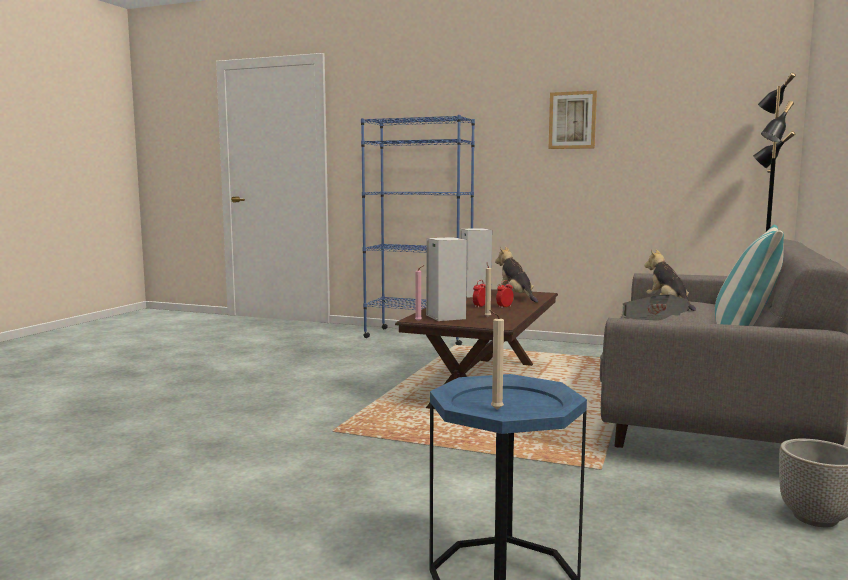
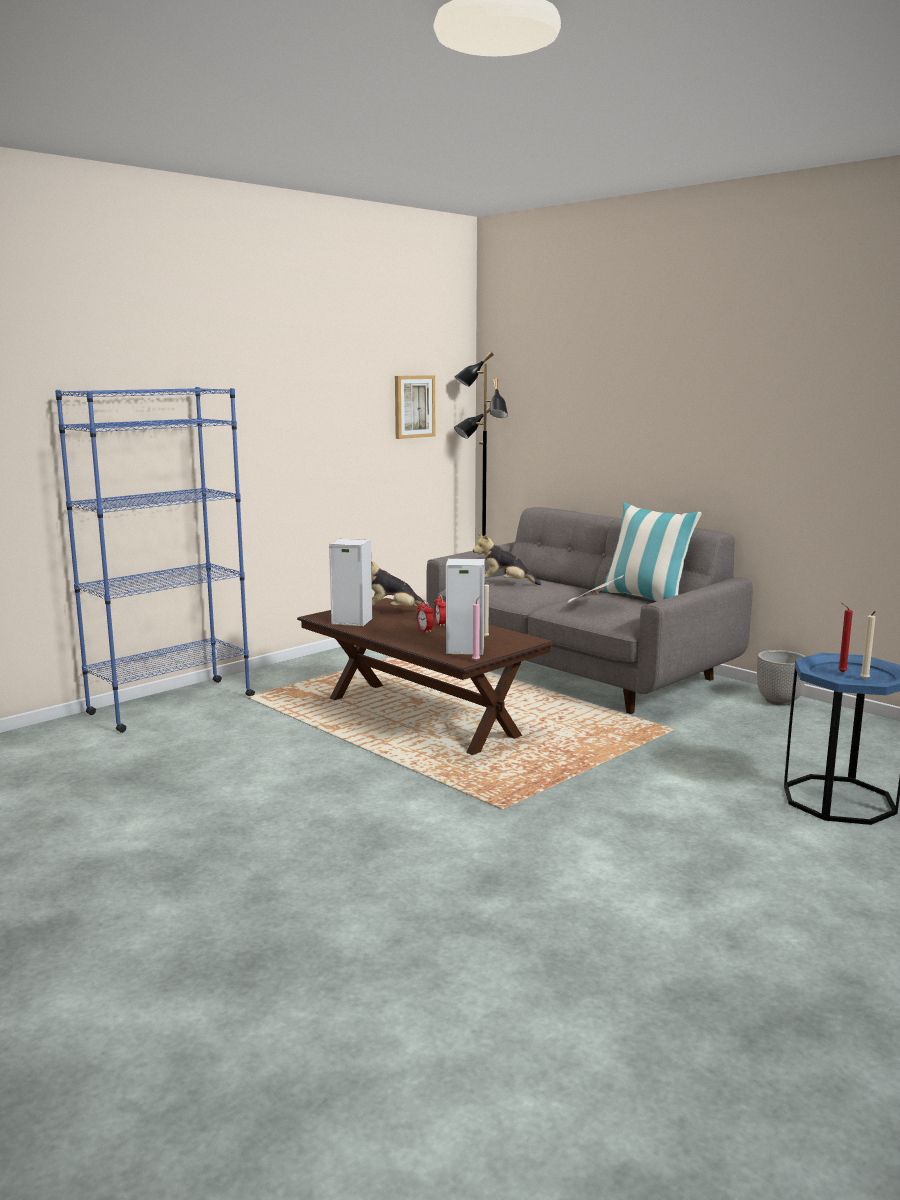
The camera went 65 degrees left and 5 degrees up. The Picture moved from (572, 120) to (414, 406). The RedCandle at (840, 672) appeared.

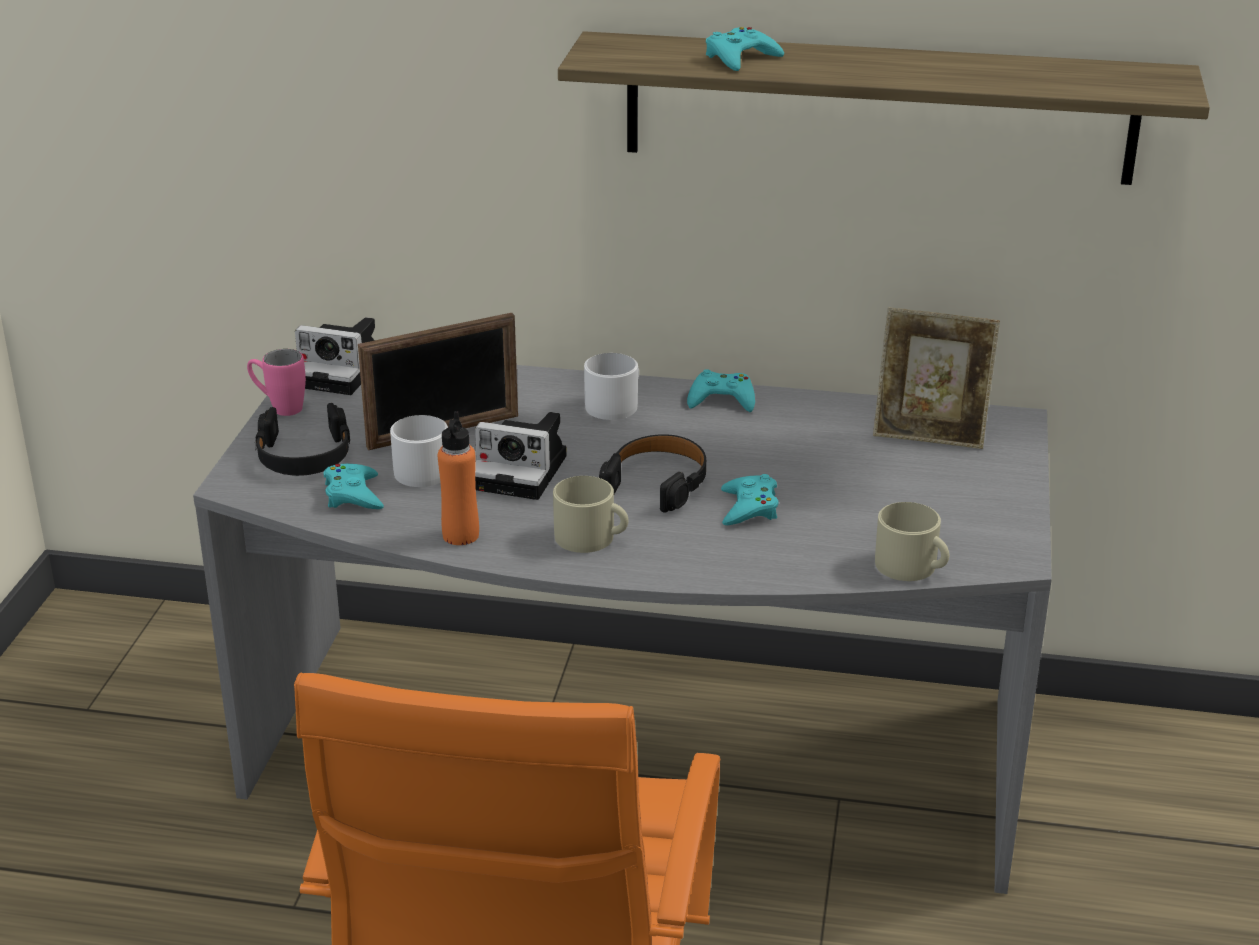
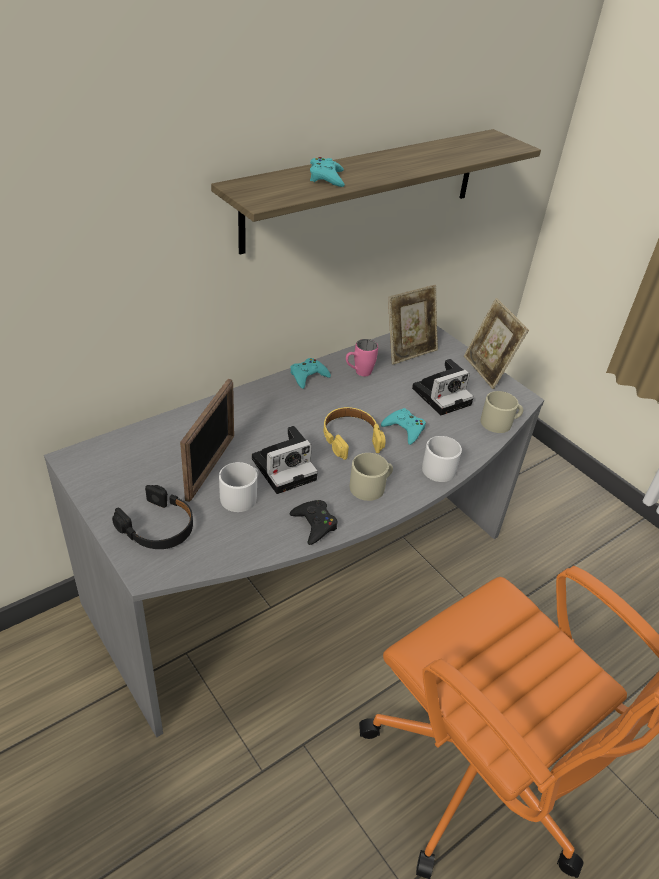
The camera went 50 degrees left and 10 degrees up. The PhotoCamera moved from (342, 372) to (442, 395). The PinkMug moved from (279, 407) to (358, 373). The WhiteMug moved from (616, 404) to (437, 467). The OrangeBottle at (460, 535) was replaced by the BlackGameController at (314, 524). The BlackHeadphones at (657, 482) became the YellowHeadphones at (350, 438). The TurquoiseGameController at (353, 494) disappeared. The PictureFrame at (487, 371) appeared.

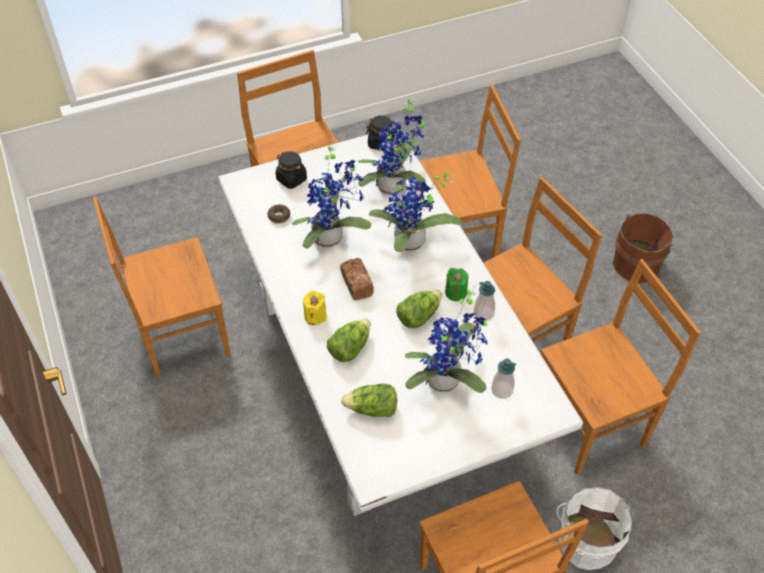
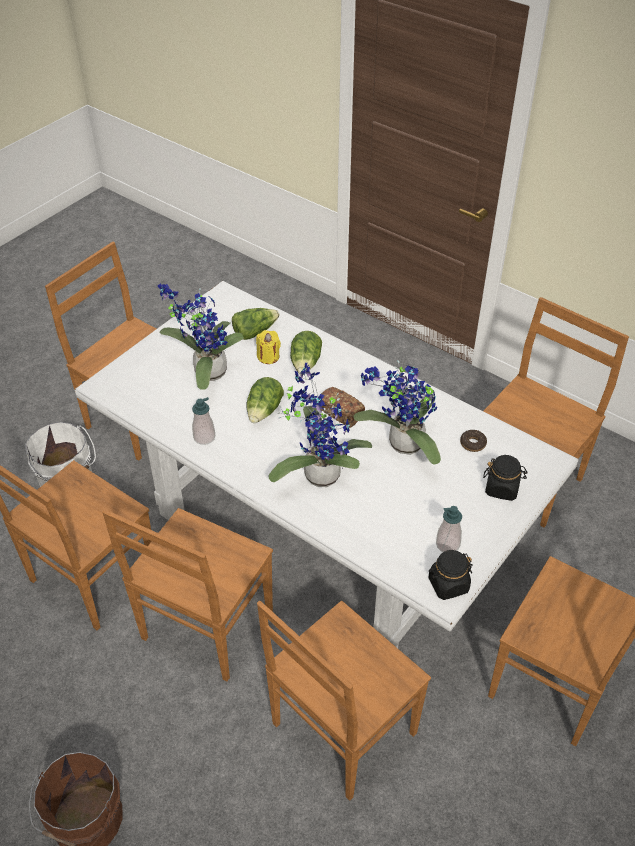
The camera went 150 degrees right and 5 degrees down. The PottedPlant at (395, 187) disappeared. The GreenCandle at (455, 292) disappeared. The YellowCandle moved from (315, 316) to (268, 357). The SoapDispenser moved from (502, 390) to (447, 544).

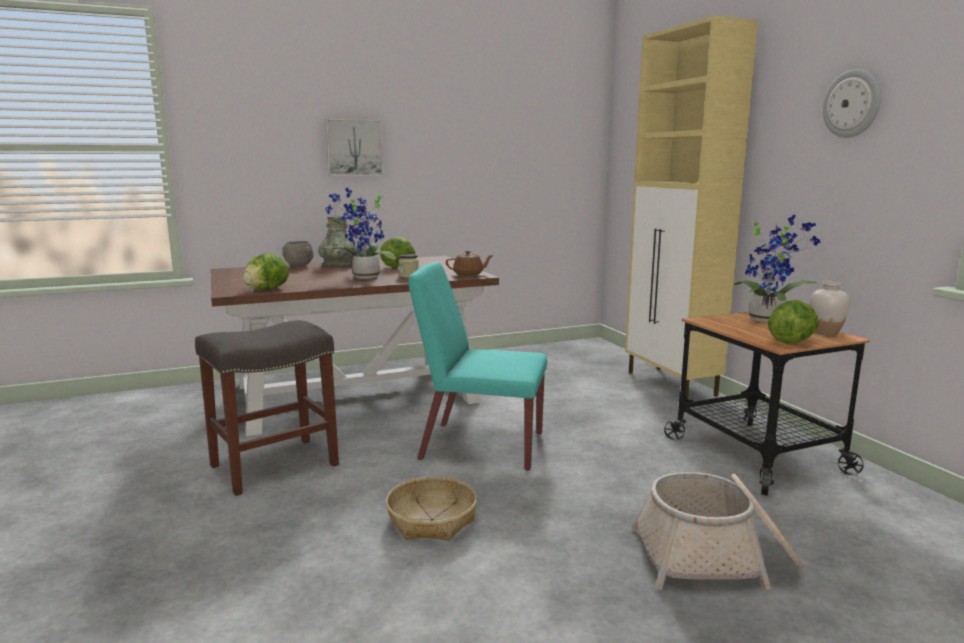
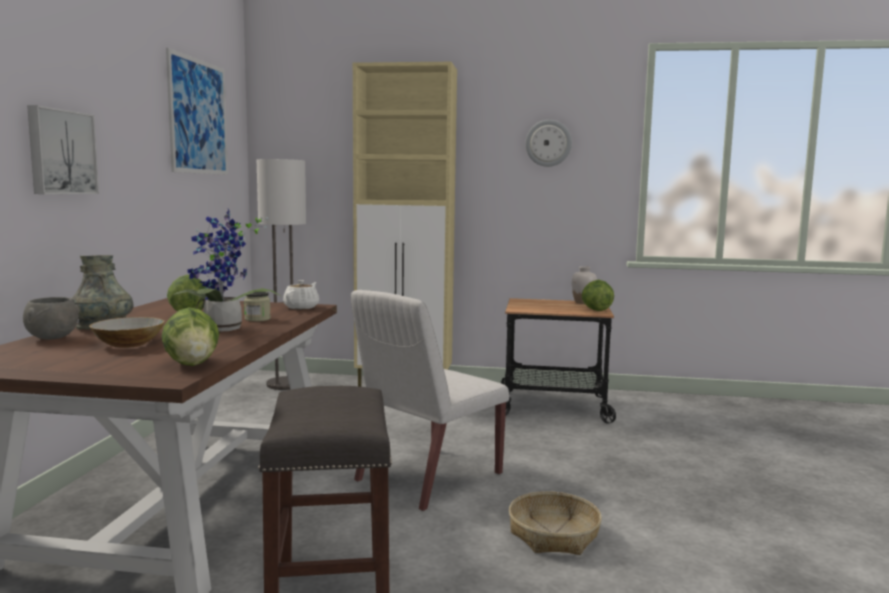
The camera went 60 degrees left and 5 degrees down. The PottedPlant at (768, 319) disappeared. The BrownTeapot at (469, 274) became the WhiteTeapot at (302, 307). The TurquoiseChair at (480, 446) became the WhiteChair at (428, 478). The Basket at (715, 558) disappeared. The Picture at (198, 117) appeared. The FloorLamp at (285, 384) appeared. The Bowl at (128, 344) appeared.

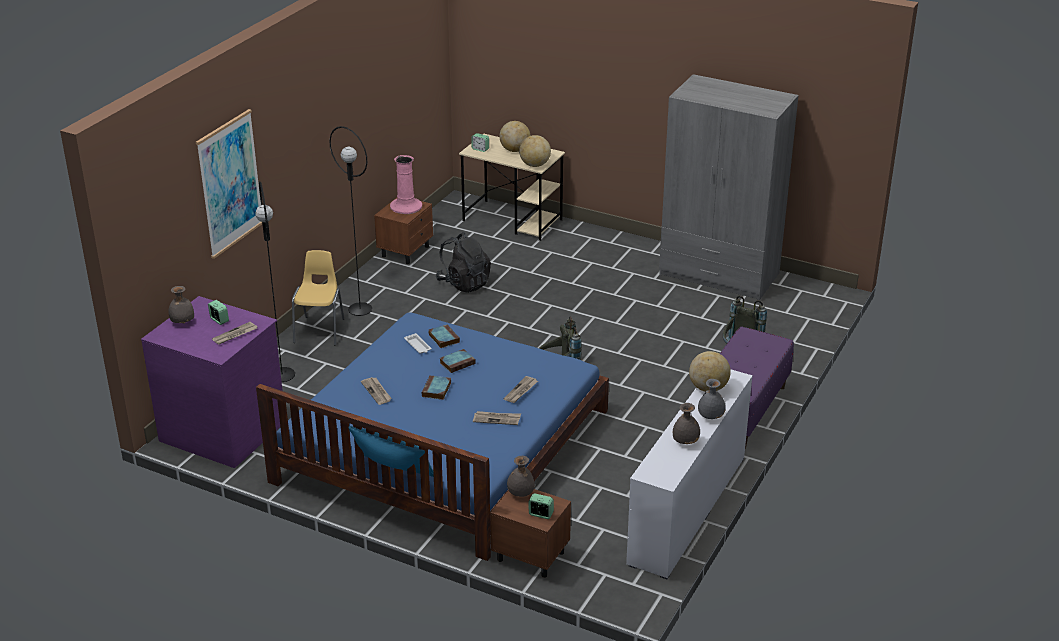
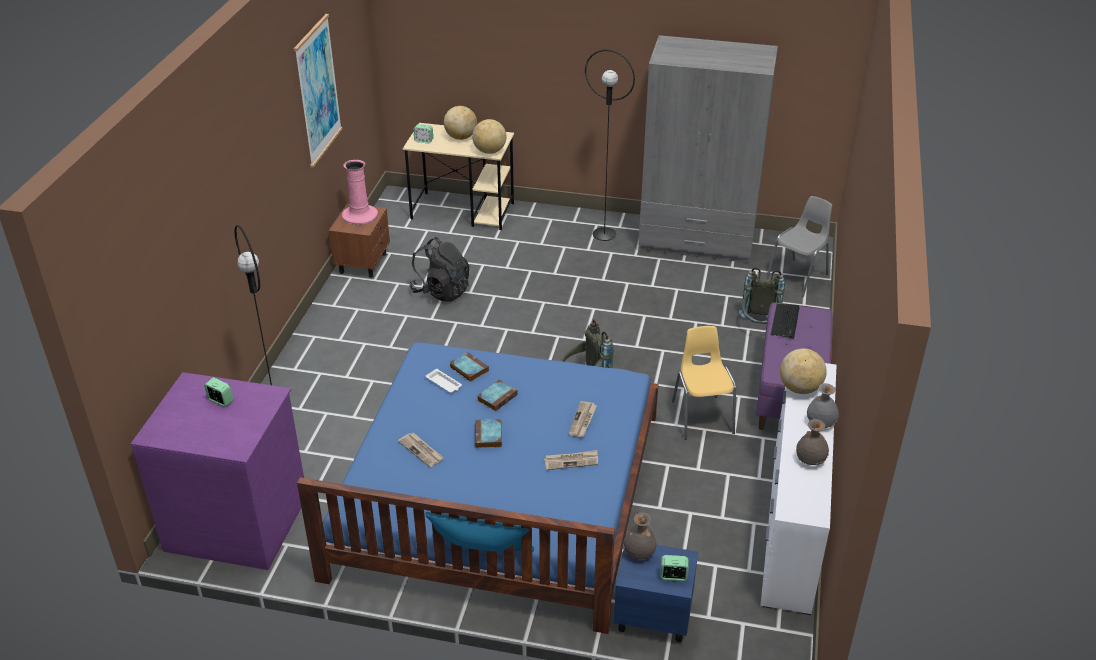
The camera went 15 degrees left and 5 degrees up. The Picture moved from (230, 183) to (317, 90). The BlackFloorLamp moved from (359, 309) to (604, 234). The YellowChair moved from (320, 330) to (702, 417). The GreyVase at (182, 322) disappeared. The Newspaper at (235, 335) disappeared. The BrownNightstand at (530, 556) became the BlueNightstand at (652, 617). The GreyChair at (798, 277) appeared. The Keyboard at (785, 321) appeared.

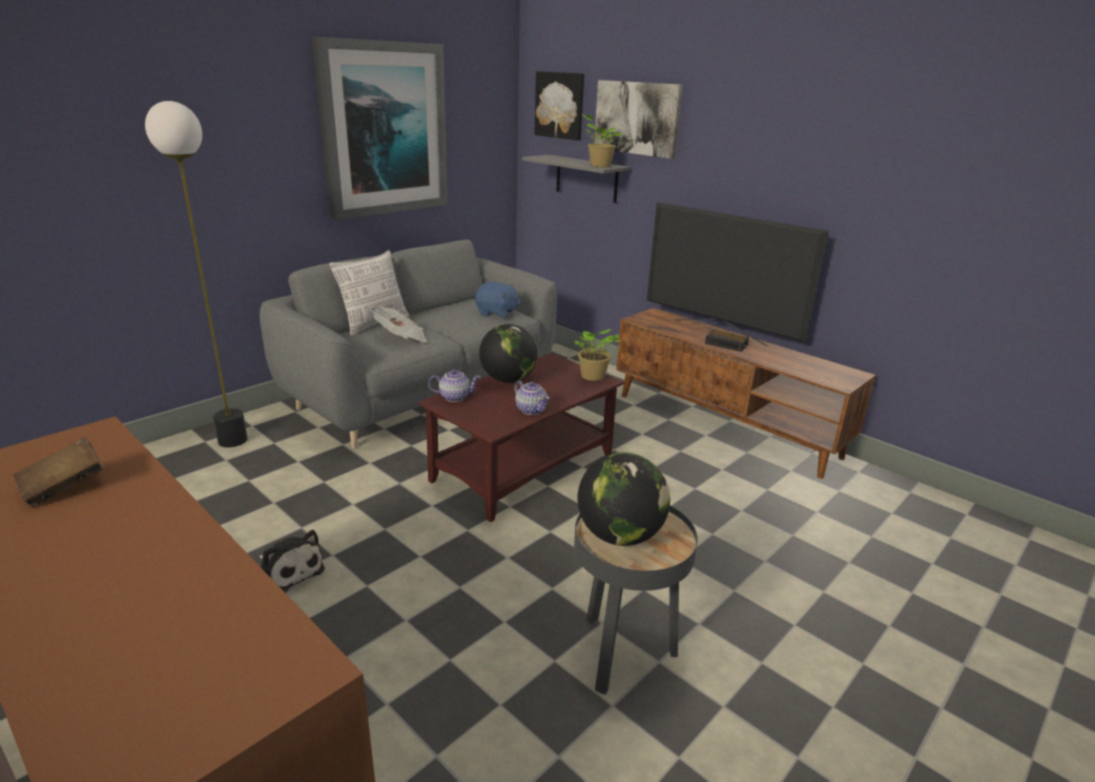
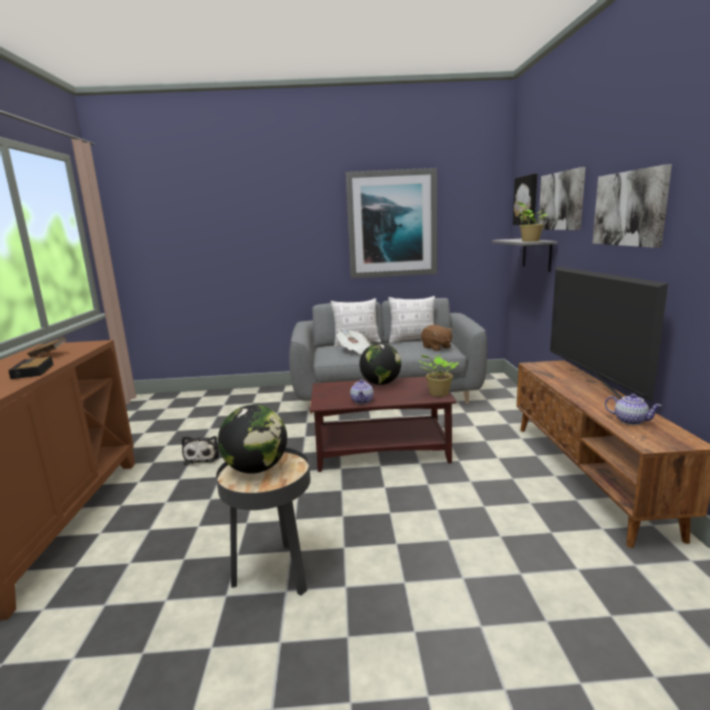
The camera went 45 degrees right and 10 degrees down. The FloorLamp at (233, 440) disappeared. The BluePlushToy at (497, 313) became the BrownPlushToy at (436, 347). The AlarmClock moved from (727, 344) to (32, 371). The Teapot moved from (454, 397) to (630, 420). The Picture at (630, 208) appeared. The Pillow at (412, 340) appeared.

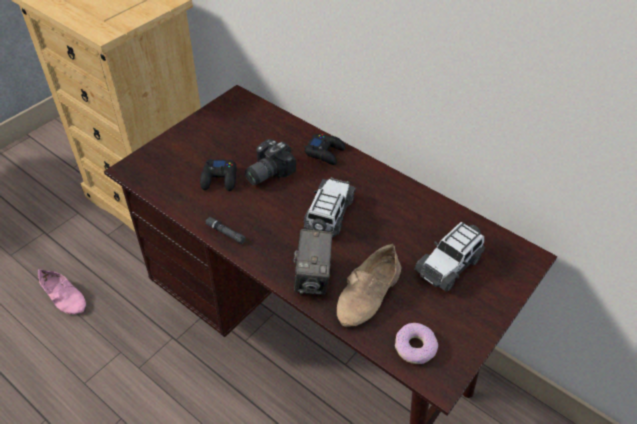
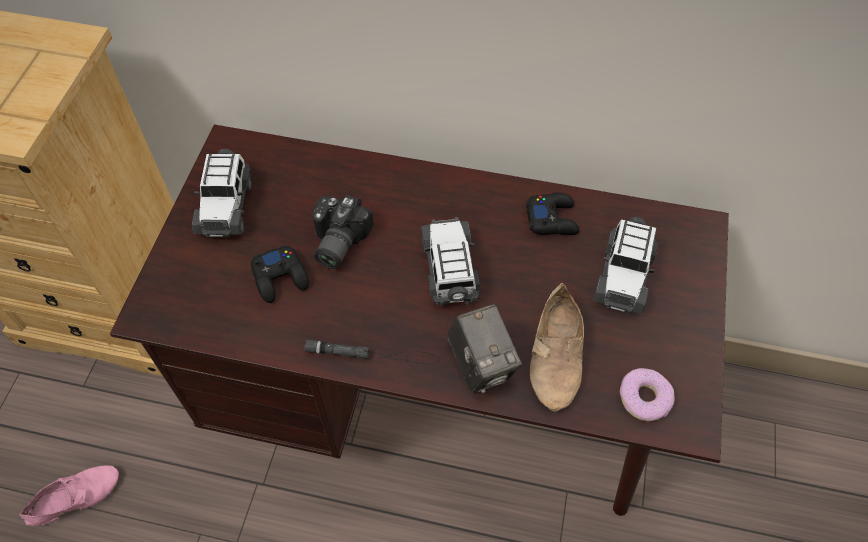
The camera went 25 degrees left and 10 degrees up. The BlackGameController moved from (325, 152) to (552, 219). The PinkShoe at (64, 295) turned 45 degrees counterclockwise. The ToyCar at (226, 205) appeared.

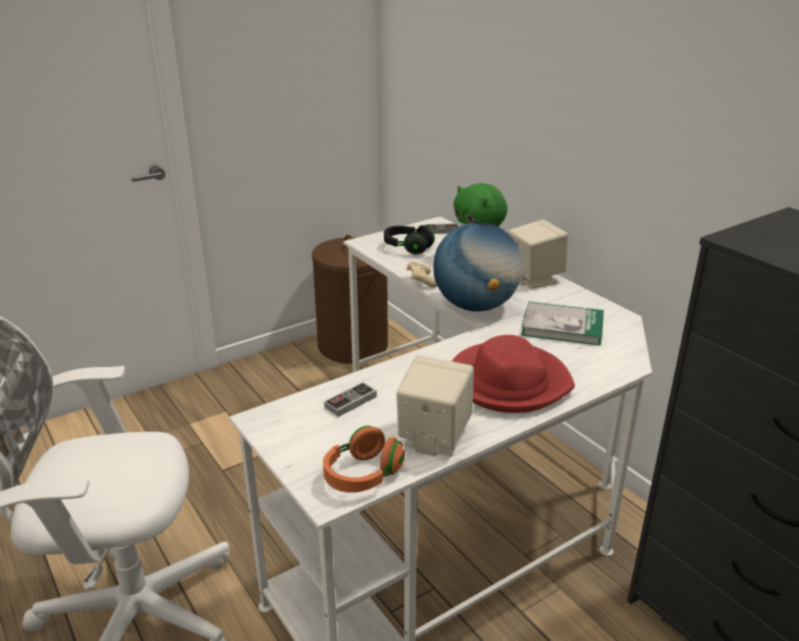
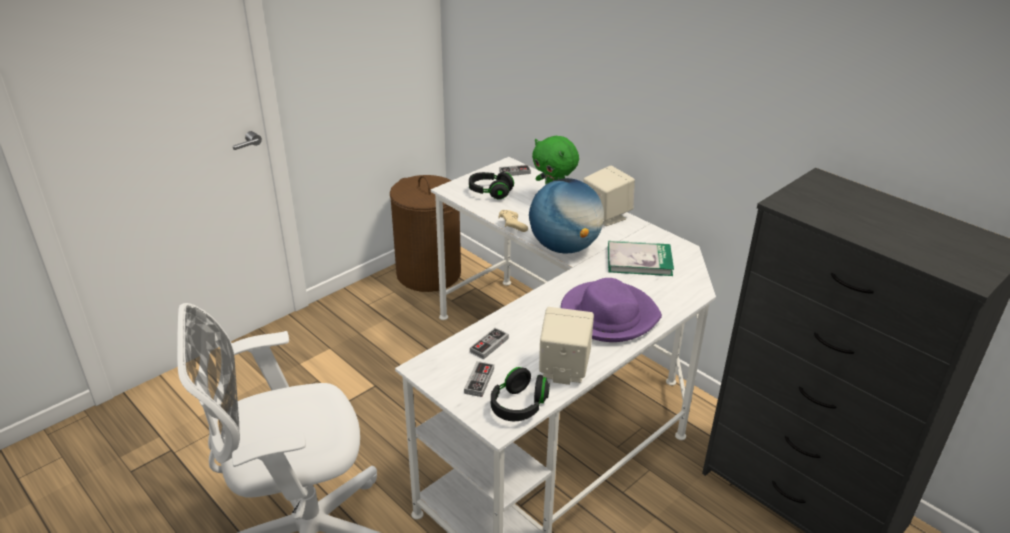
The camera went 10 degrees left and 5 degrees up. The RedHat at (508, 381) became the PurpleHat at (608, 315). The OrangeHeadphones at (362, 475) became the BlackHeadphones at (518, 406). The GameController at (479, 381) appeared.

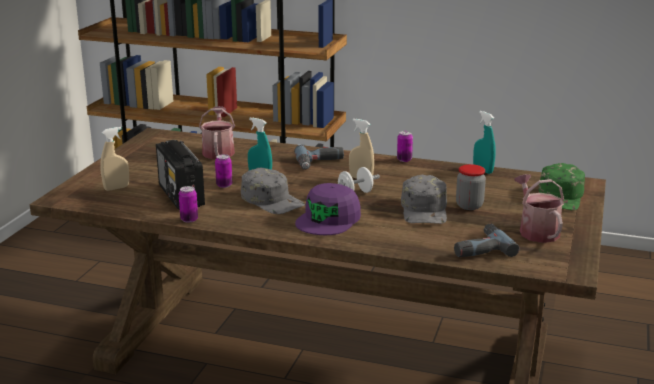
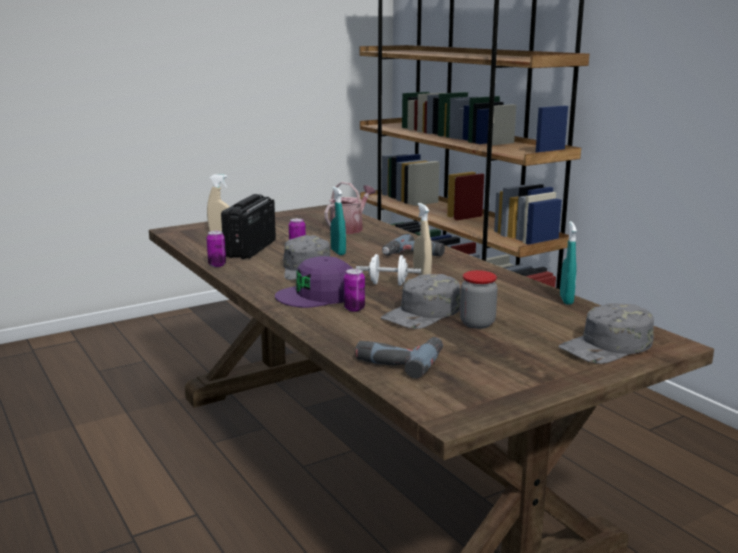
The camera went 40 degrees right and 5 degrees down. The Can moved from (404, 160) to (354, 308). The GreenCap at (560, 196) became the GreyCap at (607, 346). The WateringCan at (536, 231) disappeared.

